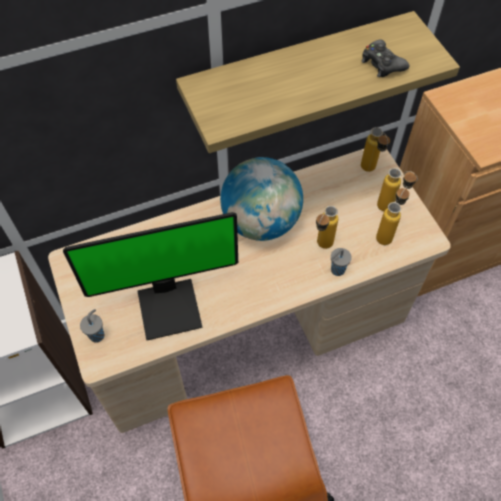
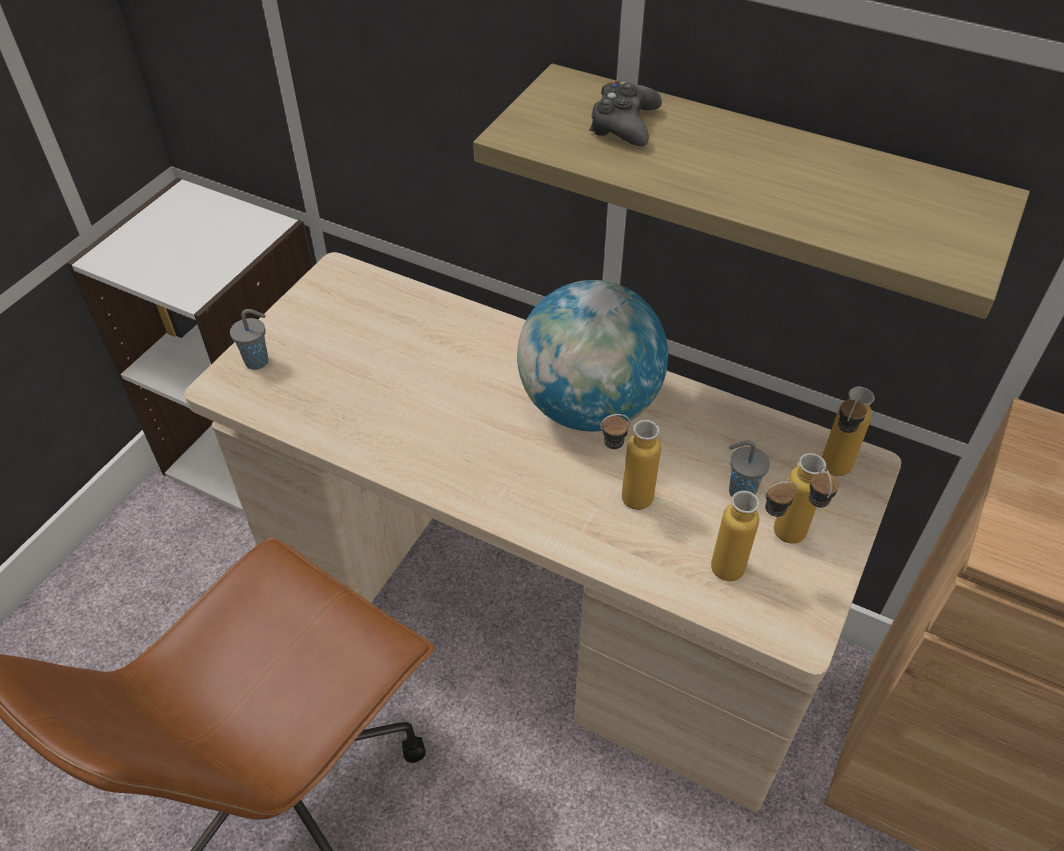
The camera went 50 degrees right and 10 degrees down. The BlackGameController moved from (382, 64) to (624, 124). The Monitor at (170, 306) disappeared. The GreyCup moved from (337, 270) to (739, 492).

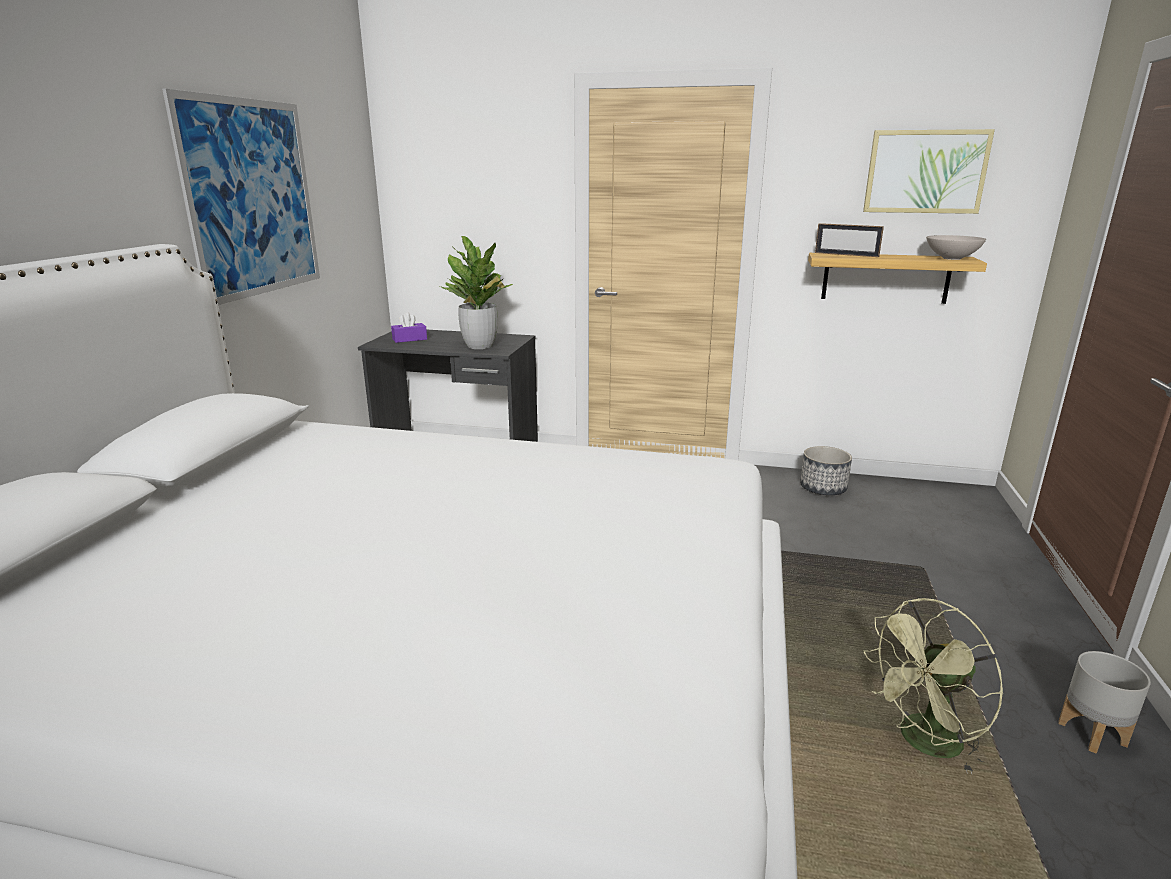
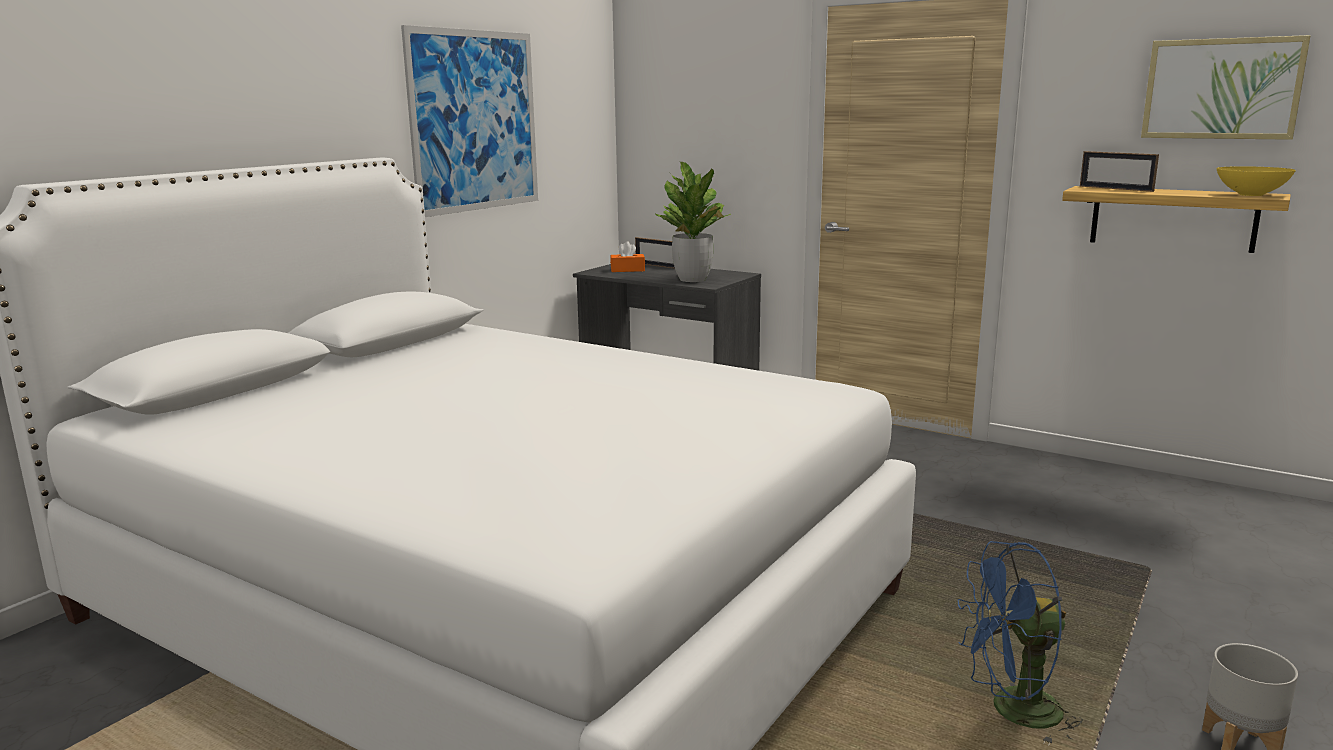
The camera went 20 degrees right and 5 degrees down. The WhiteBowl at (951, 258) became the YellowBowl at (1250, 195). The PurpleTissueBox at (409, 339) became the OrangeTissueBox at (627, 270). The Planter at (823, 488) disappeared. The GreenFan at (923, 744) became the BlueFan at (1013, 713). The PictureFrame at (657, 266) appeared.

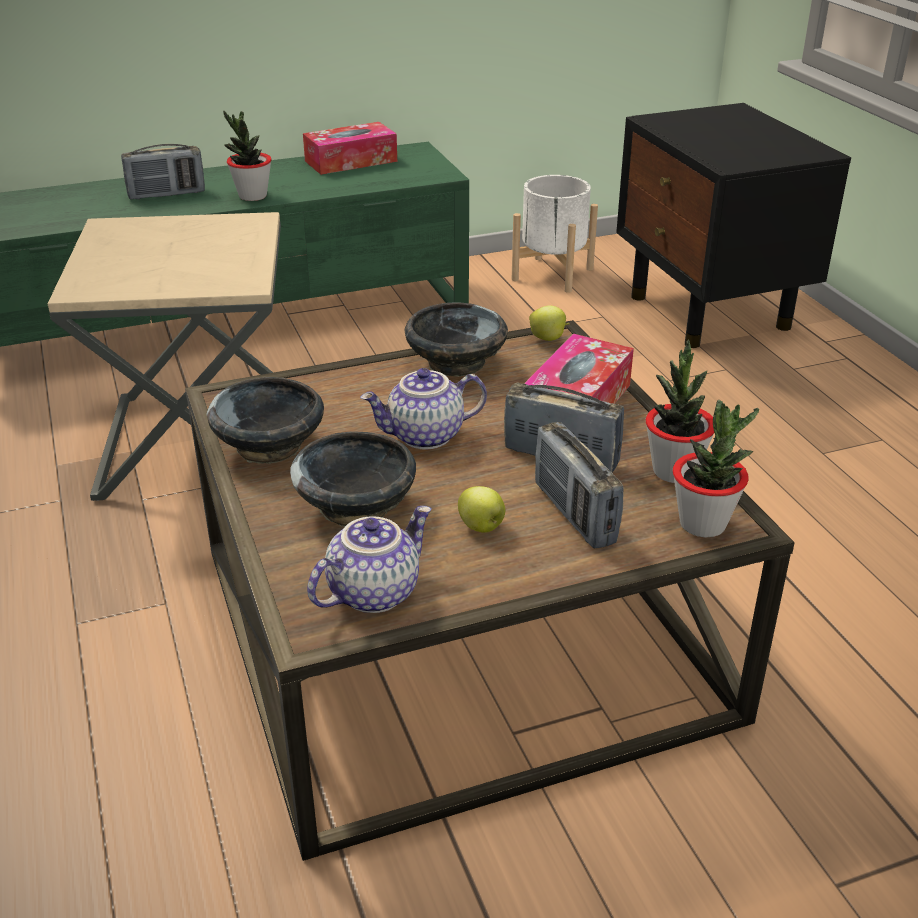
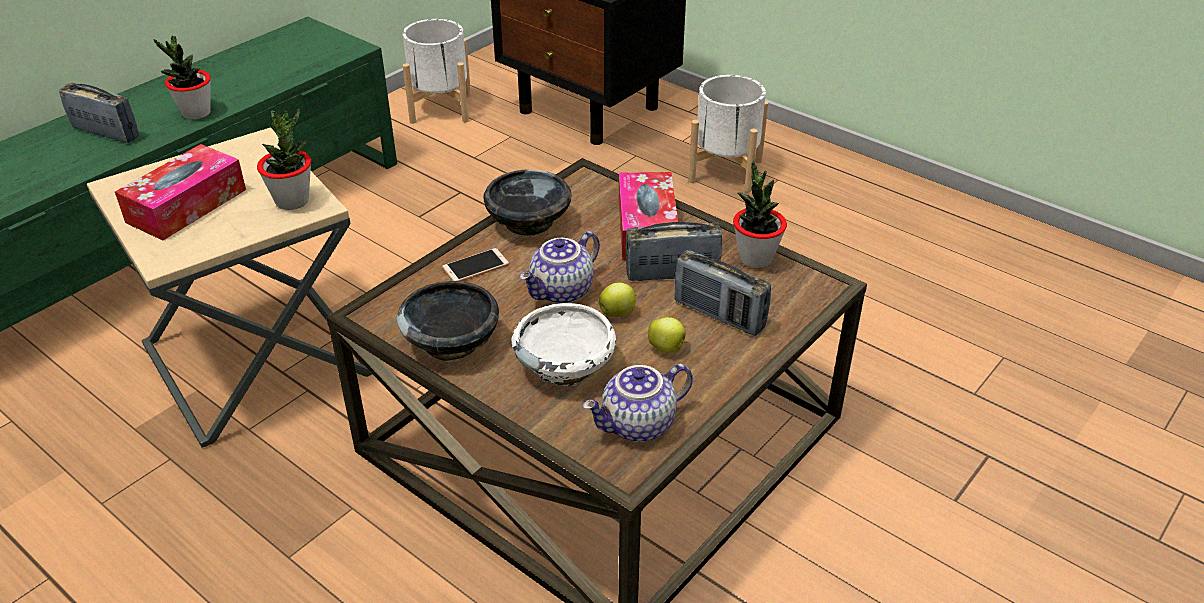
The camera went 30 degrees left and 5 degrees up. The TissueBox moved from (351, 161) to (186, 206). The Radio at (166, 194) turned 105 degrees counterclockwise. The Apple moved from (548, 339) to (618, 313). The PottedPlant moved from (703, 524) to (292, 201). The BlackBowl at (356, 507) became the WhiteBowl at (565, 367). The Teapot at (373, 591) turned 135 degrees counterclockwise. The WhitePlanter at (725, 171) appeared. The Phone at (475, 266) appeared.

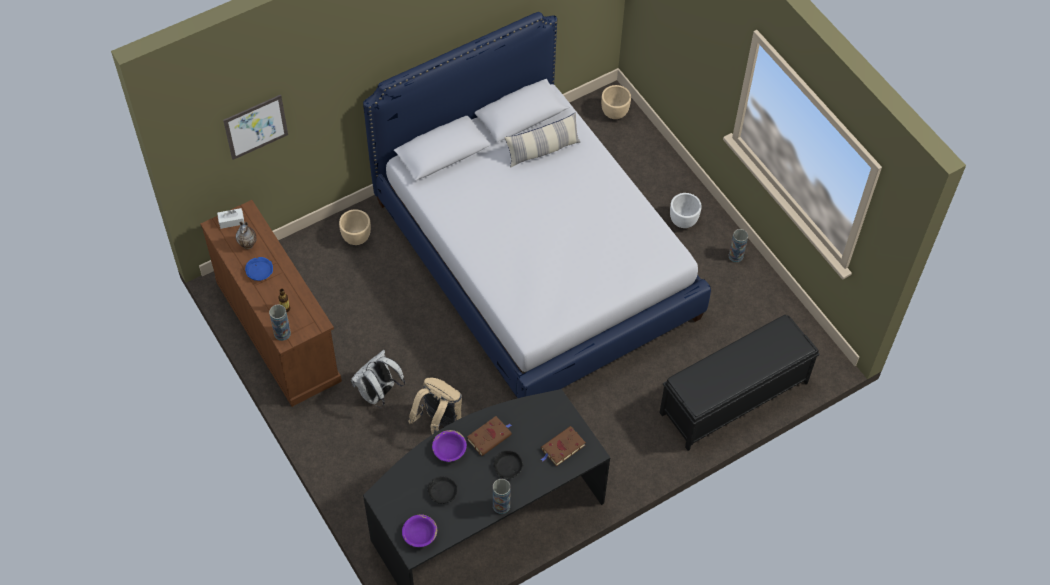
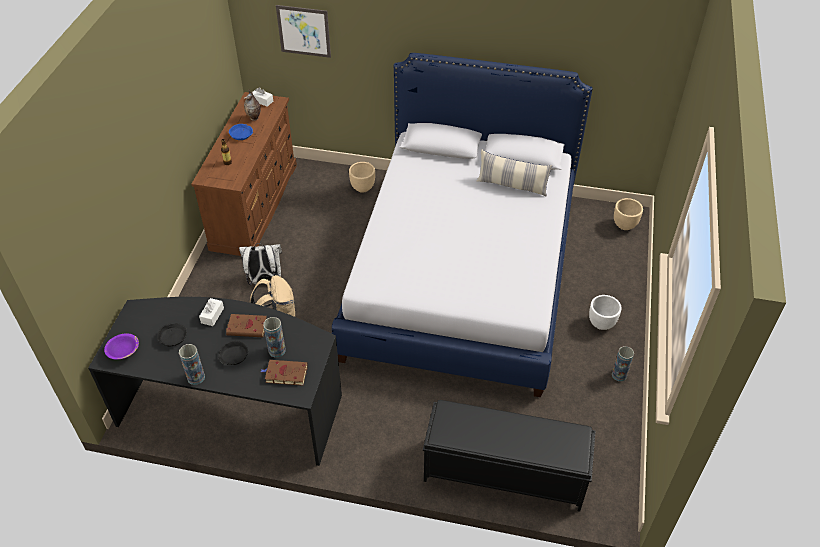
The camera went 45 degrees right and 10 degrees down. The Vase moved from (282, 333) to (277, 350). The PurpleBowl at (449, 450) was replaced by the WhiteTissueBox at (212, 315).

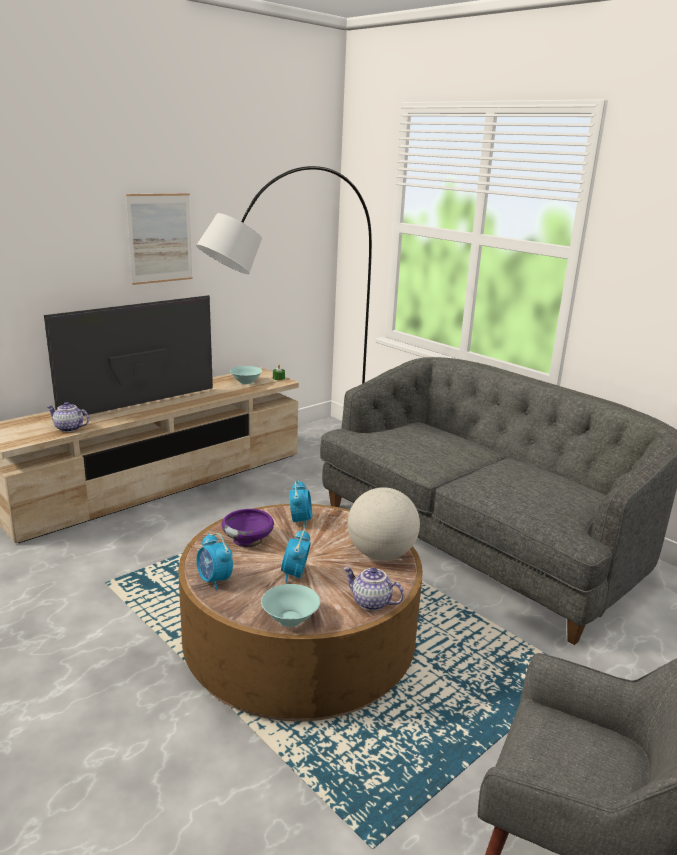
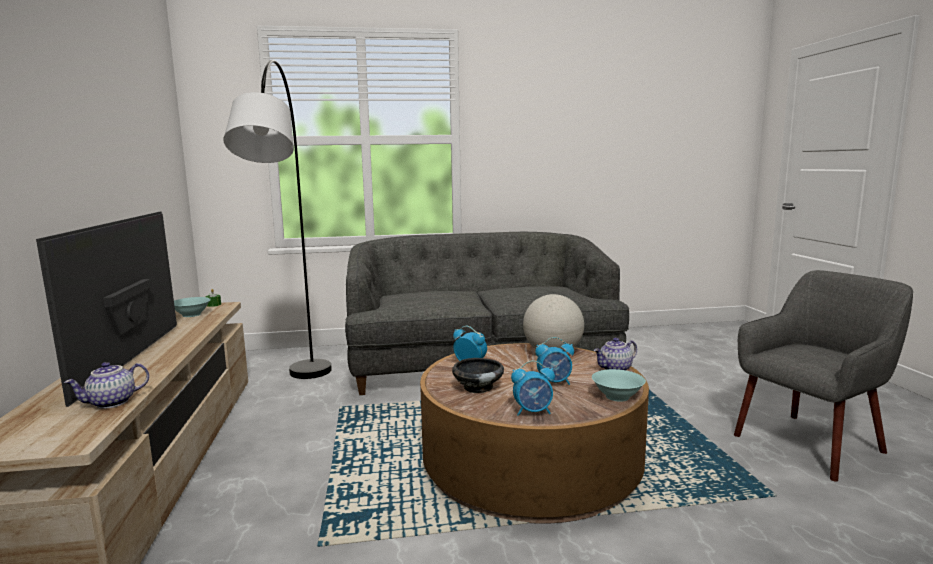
The camera went 55 degrees left and 10 degrees down. The Picture at (160, 238) disappeared. The PurpleBowl at (248, 540) became the BlackBowl at (478, 387). The AlarmClock at (295, 575) turned 45 degrees counterclockwise.

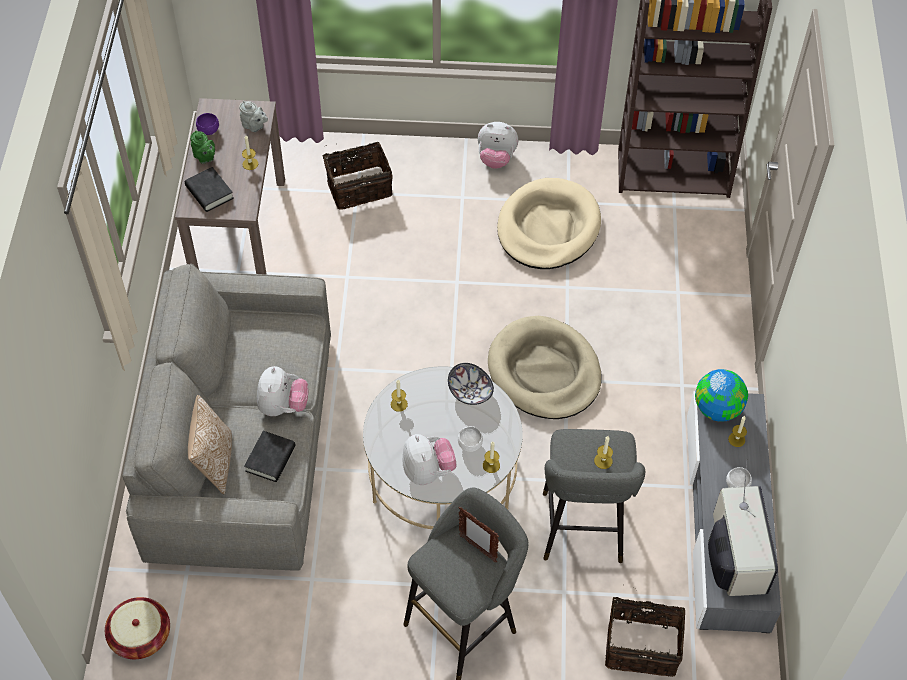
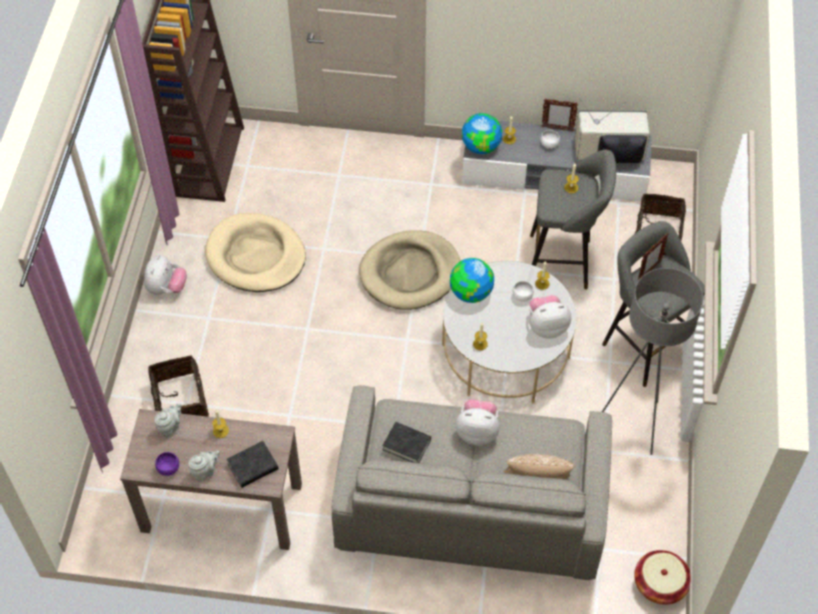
The camera went 85 degrees left and 0 degrees up. The GreenTeapot at (205, 157) became the GreyTeapot at (205, 471). The Bowl at (469, 392) was replaced by the Globe at (471, 293). The BlackBook moved from (270, 459) to (406, 445). The PictureFrame at (557, 129) appeared. The GreyFloorLamp at (634, 424) appeared.

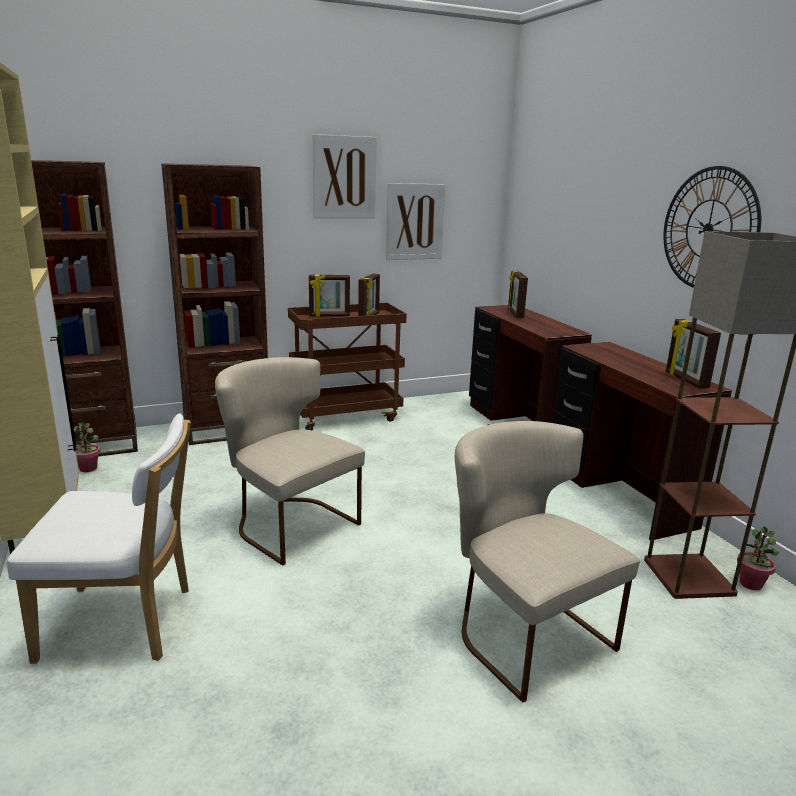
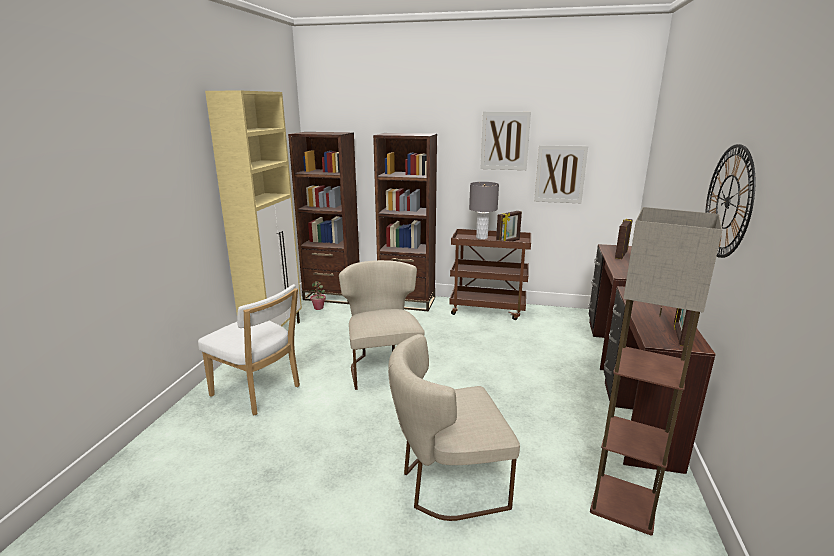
The camera went 35 degrees right and 0 degrees up. The PictureFrame at (329, 316) was replaced by the GreyTableLamp at (482, 237). The BeigeChair at (522, 632) turned 105 degrees counterclockwise. The PottedPlant at (751, 584) disappeared.

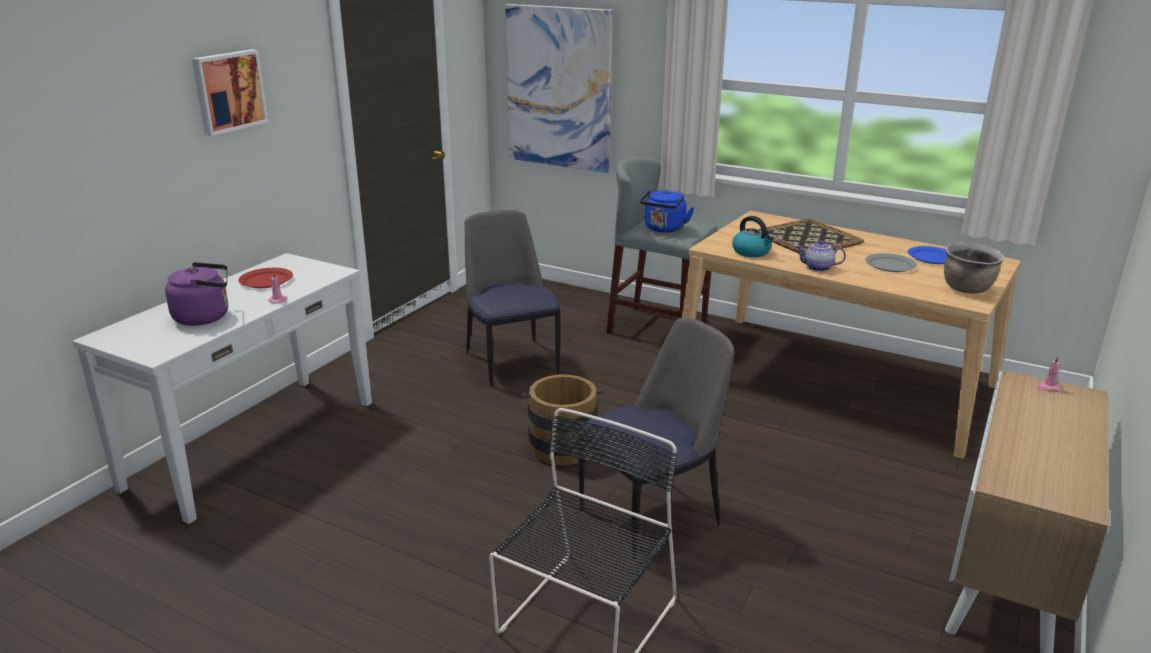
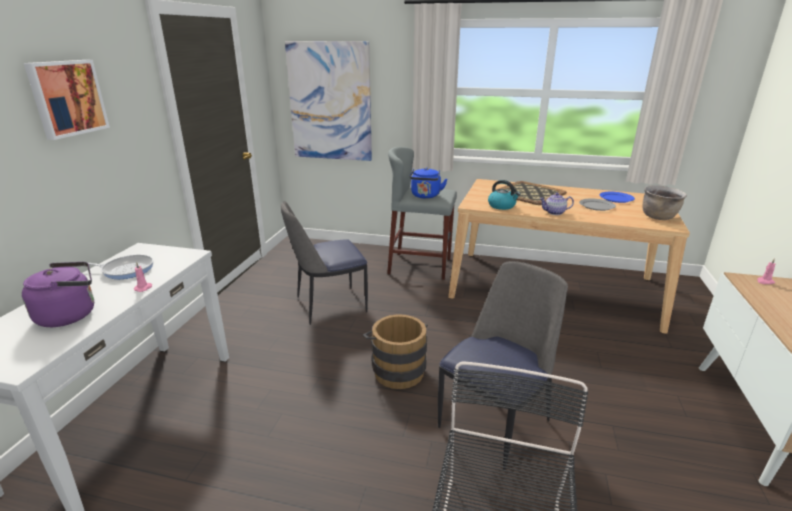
The camera went 15 degrees left and 0 degrees up. The Chair at (511, 361) turned 75 degrees counterclockwise. The RedPlate at (266, 280) was replaced by the FryingPan at (126, 270).

